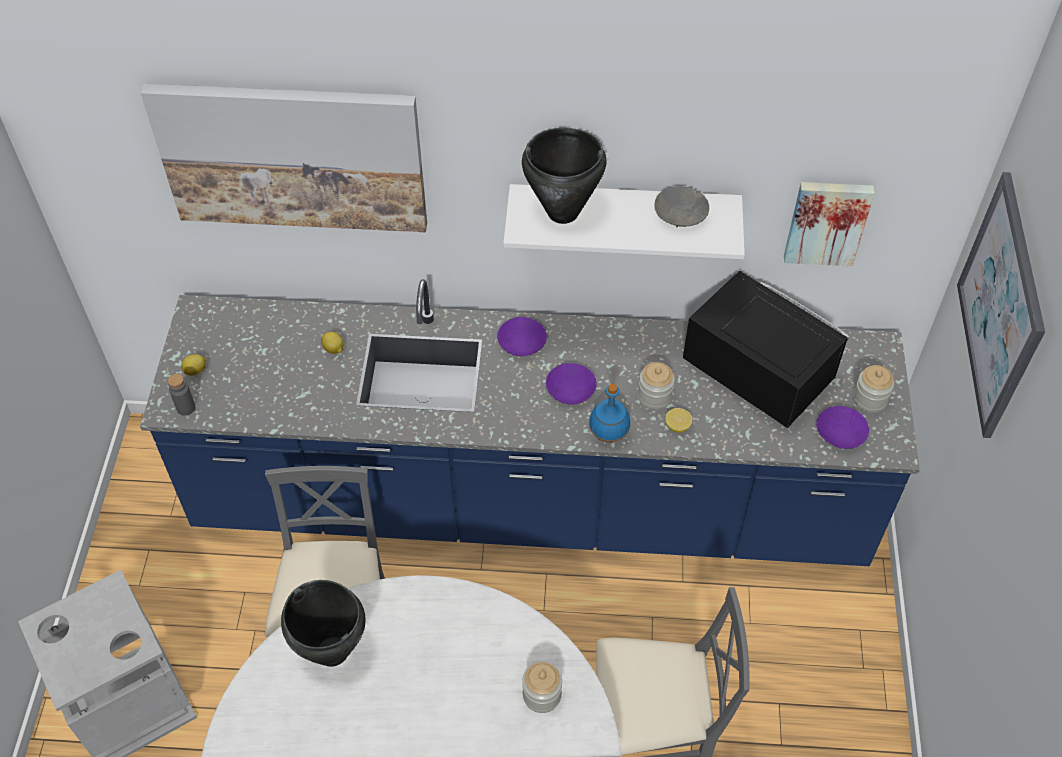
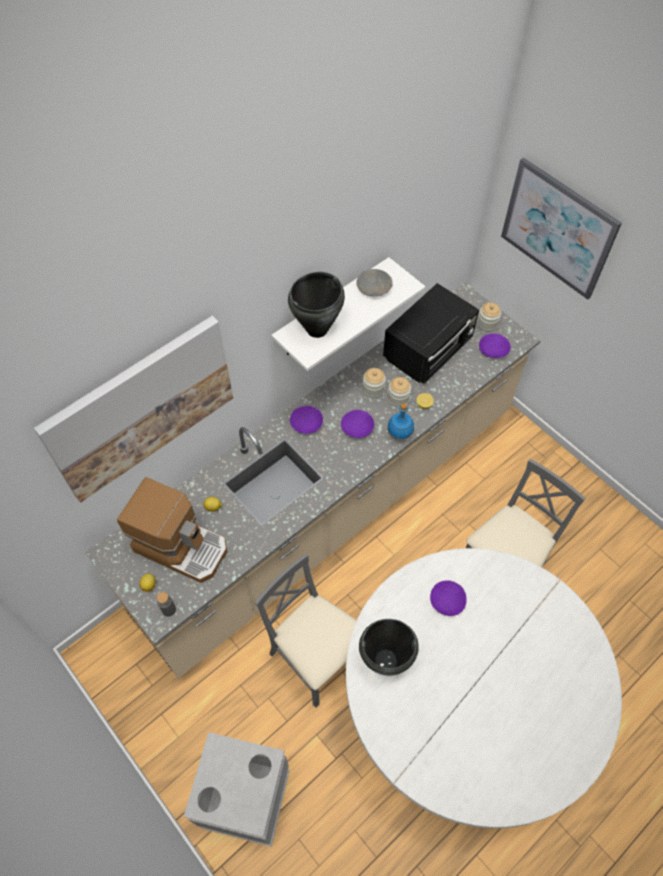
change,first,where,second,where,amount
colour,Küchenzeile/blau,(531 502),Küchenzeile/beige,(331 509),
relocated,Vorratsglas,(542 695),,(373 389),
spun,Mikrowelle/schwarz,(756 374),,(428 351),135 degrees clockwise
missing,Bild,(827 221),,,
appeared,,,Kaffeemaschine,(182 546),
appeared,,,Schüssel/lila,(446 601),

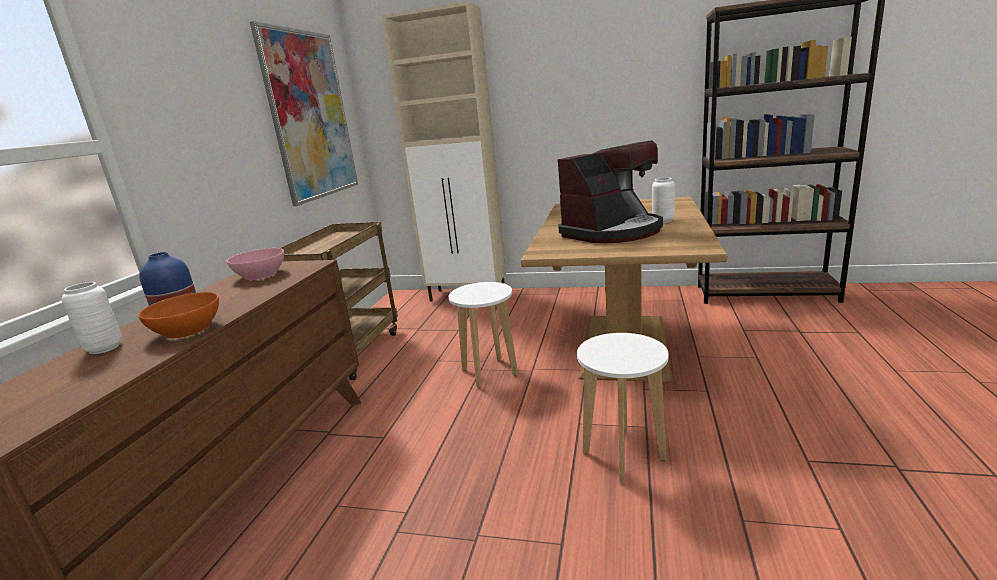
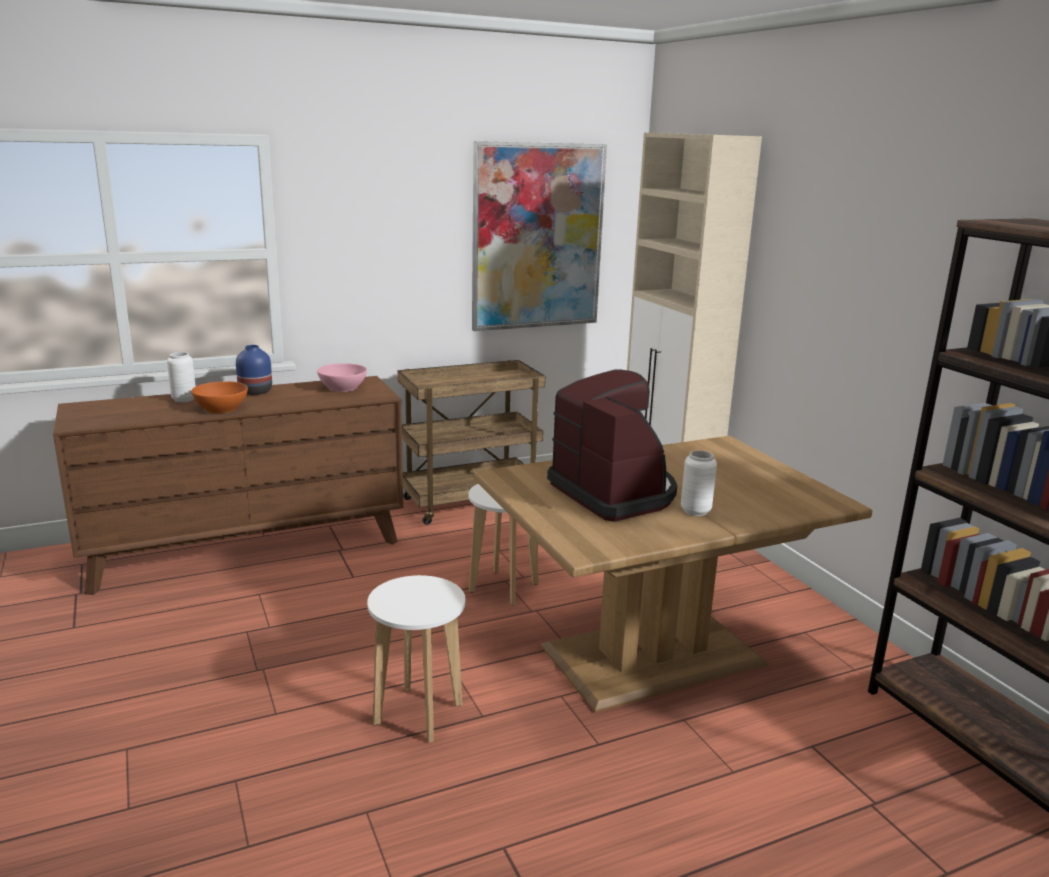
change,first,where,second,where,amount
spun,Kaffeemaschine,(613 232),,(614 492),135 degrees counterclockwise

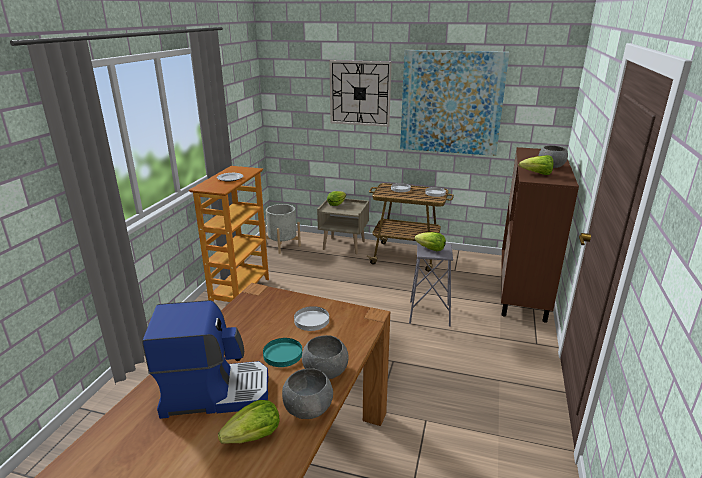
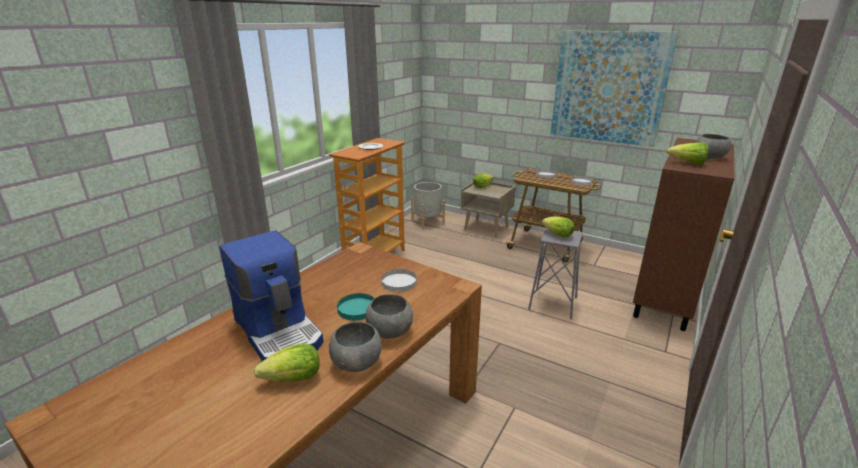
change,first,where,second,where,amount
spun,Kaffeemaschine,(215 391),,(280 331),45 degrees clockwise
missing,Wanduhr,(360 93),,,

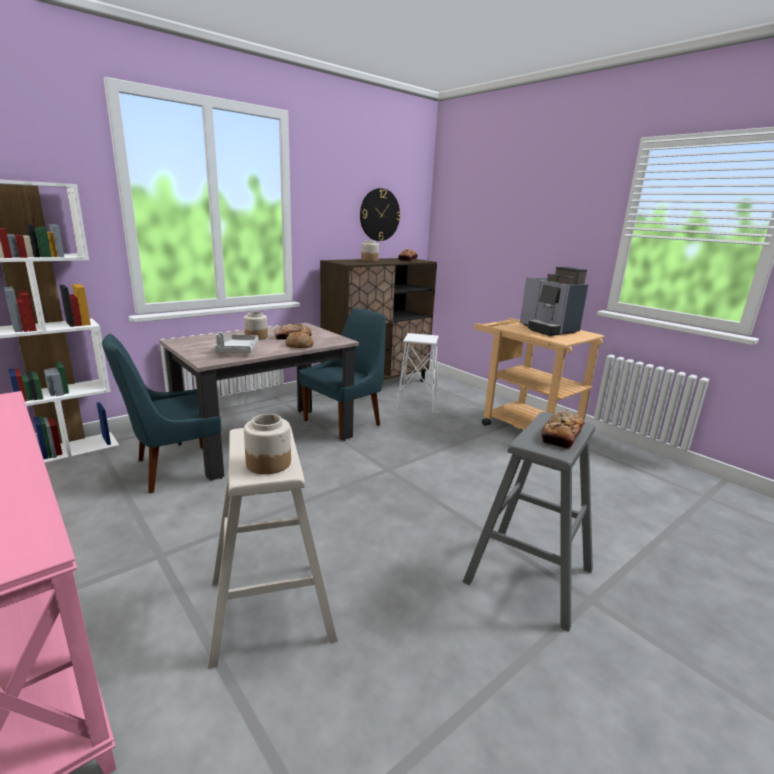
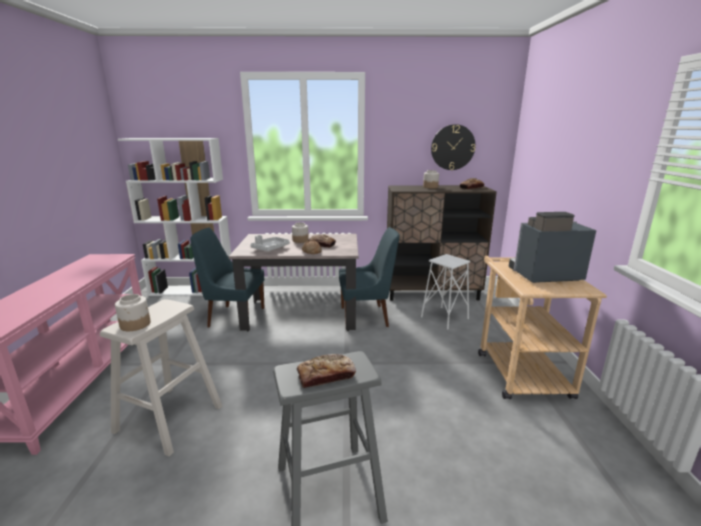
change,first,where,second,where,amount
spun,Kaffeemaschine,(548 329),,(543 275),75 degrees clockwise

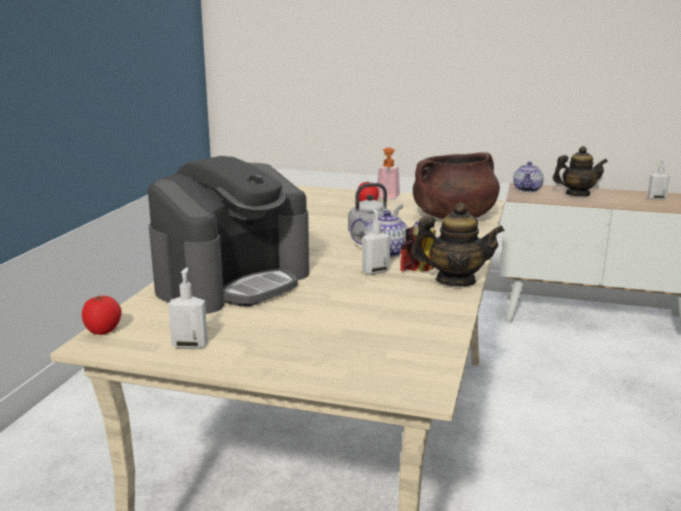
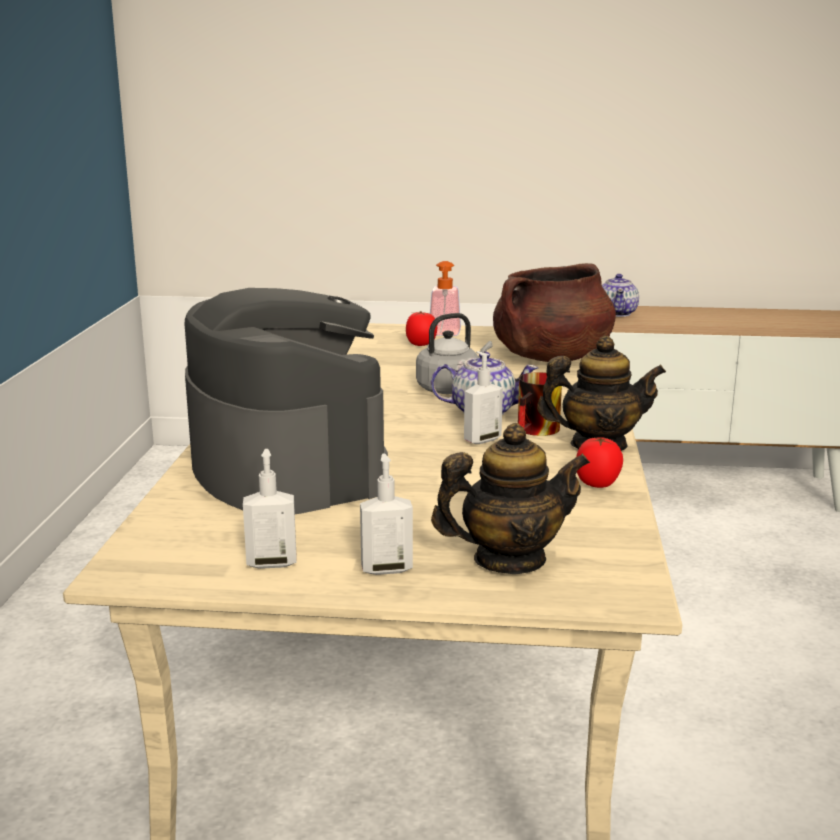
change,first,where,second,where,amount
relocated,Tomate,(103 331),,(598 484),
spun,Kaffeemaschine,(233 282),,(286 467),60 degrees counterclockwise
relocated,Teekanne,(577 194),,(509 560),
relocated,Seifenspender,(656 198),,(386 568),

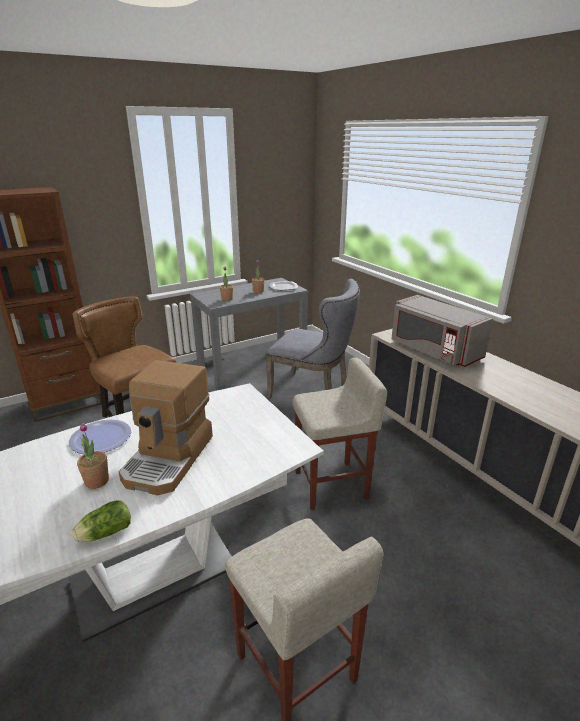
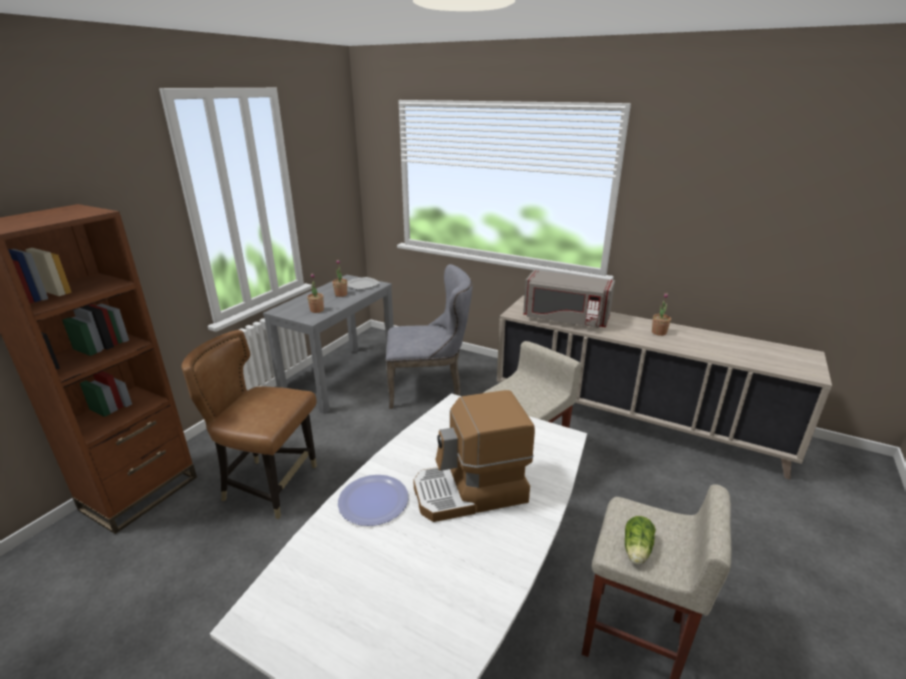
change,first,where,second,where,amount
relocated,Salatkopf,(104 533),,(636 551),
relocated,Topfpflanze,(97 481),,(659 332),
spun,Kaffeemaschine,(169 458),,(471 492),90 degrees clockwise

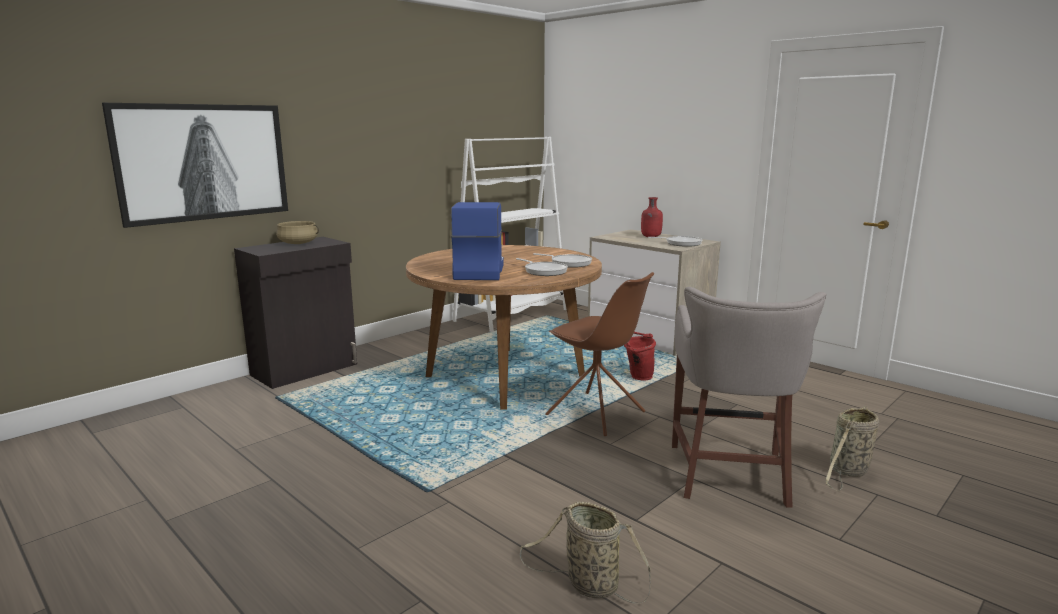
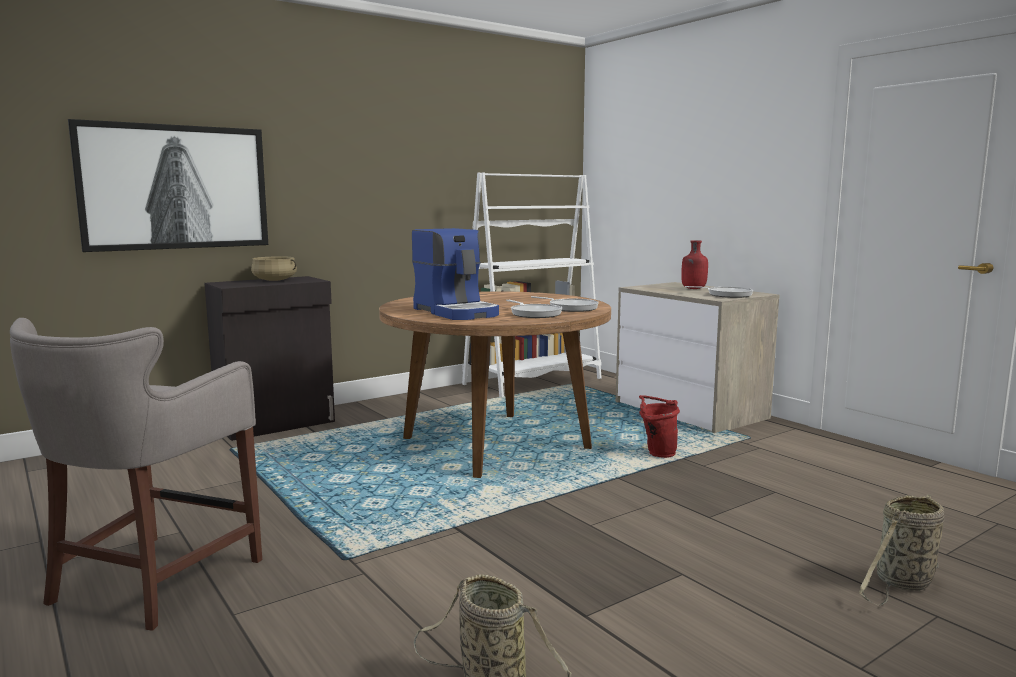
change,first,where,second,where,amount
spun,Kaffeemaschine,(478 271),,(457 312),135 degrees clockwise
missing,Stuhl/braun,(597 414),,,
relocated,Hocker/grau,(730 476),,(151 582),

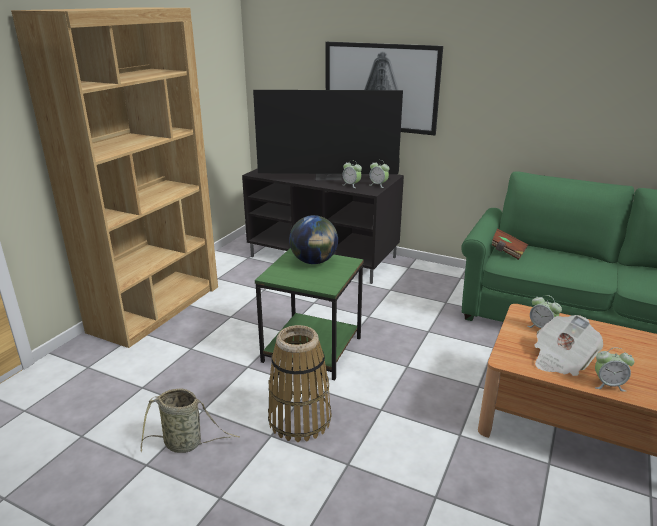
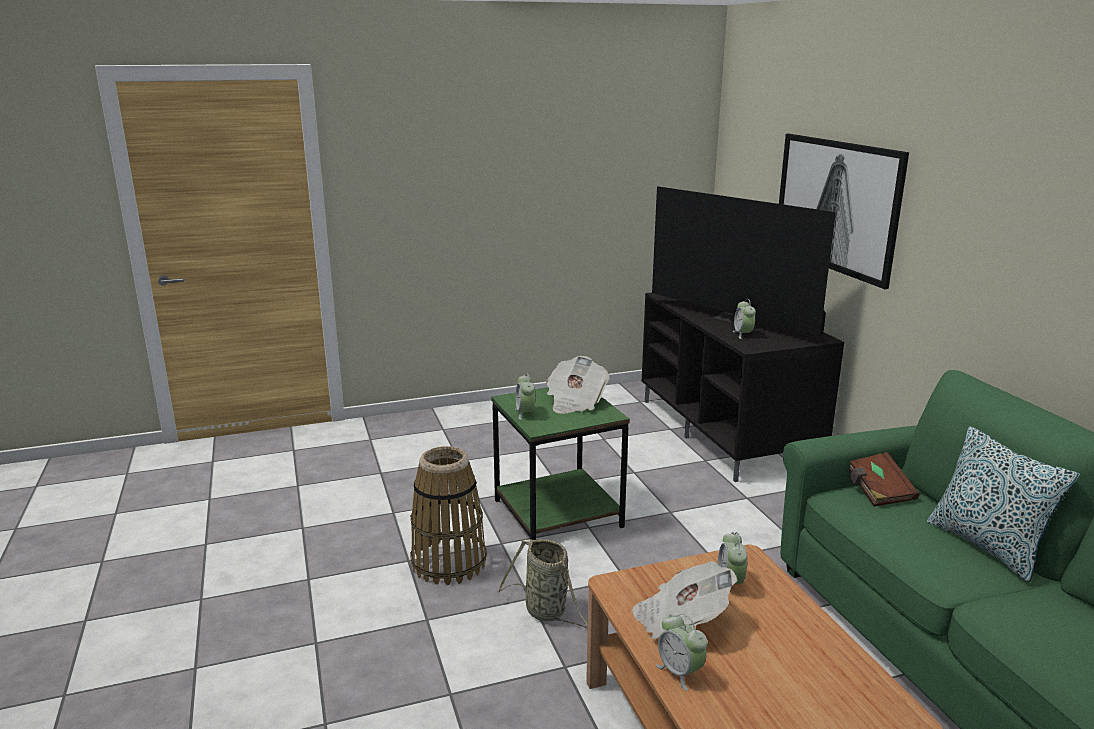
change,first,where,second,where,amount
missing,Bücherregal/braun,(156 308),,,
relocated,Korb,(186 444),,(548 612),
exchanged,Globus,(314 261),Zeitung,(575 402),
relocated,Wecker,(378 185),,(525 413),
appeared,,,Kissen,(986 546),

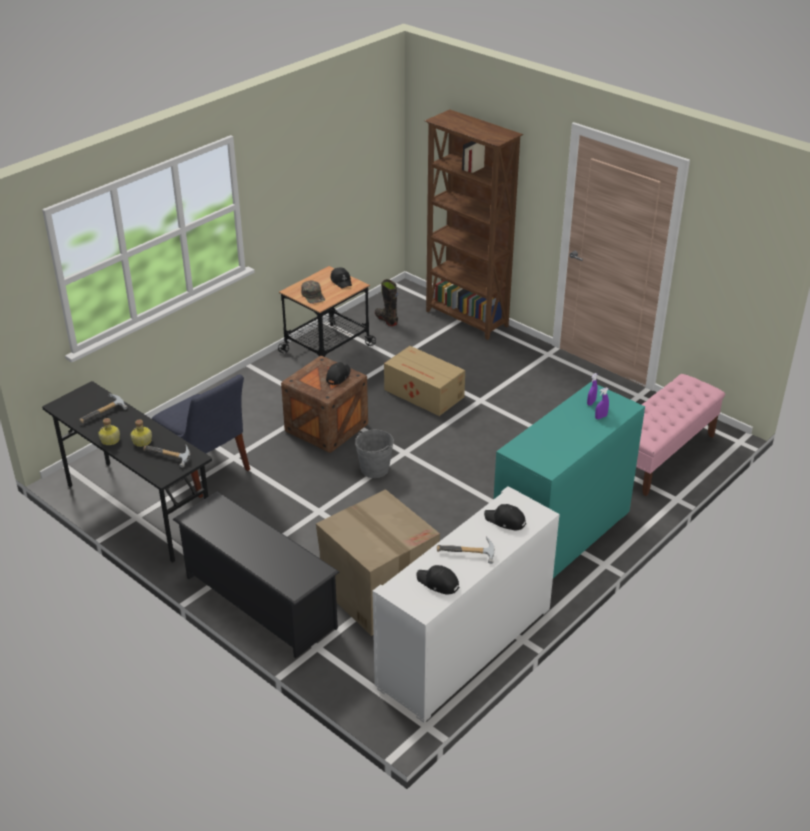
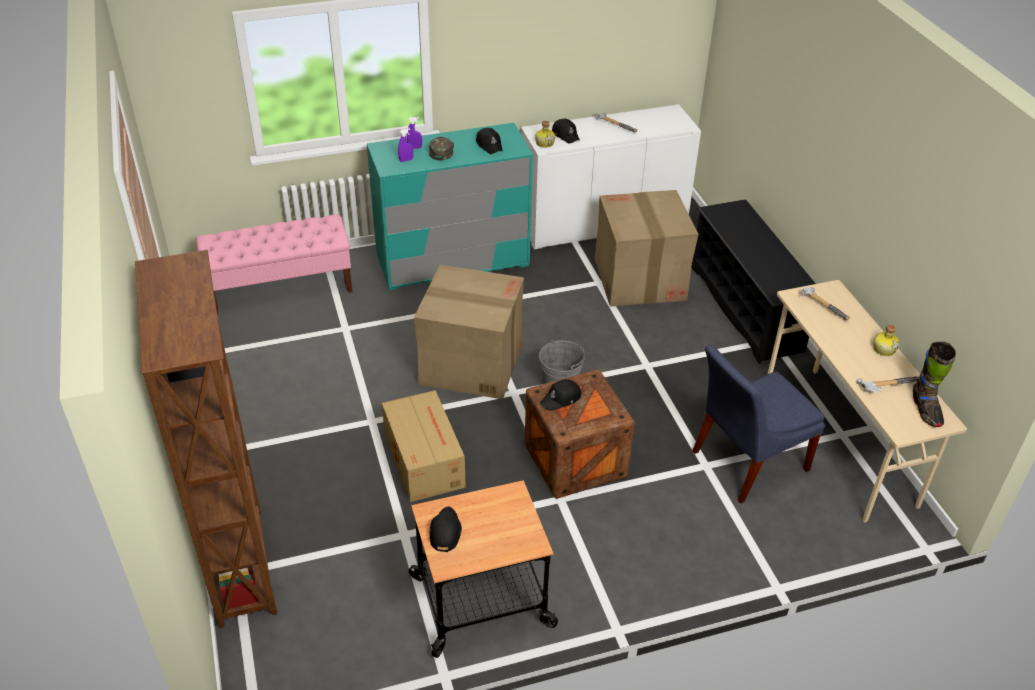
change,first,where,second,where,amount
colour,Schreibtisch/schwarz,(138 510),Schreibtisch/beige,(839 442),
relocated,Flasche,(142 442),,(545 143),
spun,Stuhl/blau,(206 470),,(745 462),105 degrees counterclockwise
relocated,Kappe/grün,(313 296),,(441 150),
relocated,Stiefel/schwarz,(386 320),,(925 410),
relocated,Kappe/schwarz,(438 583),,(489 145),
appeared,,,Karton,(470 363),

